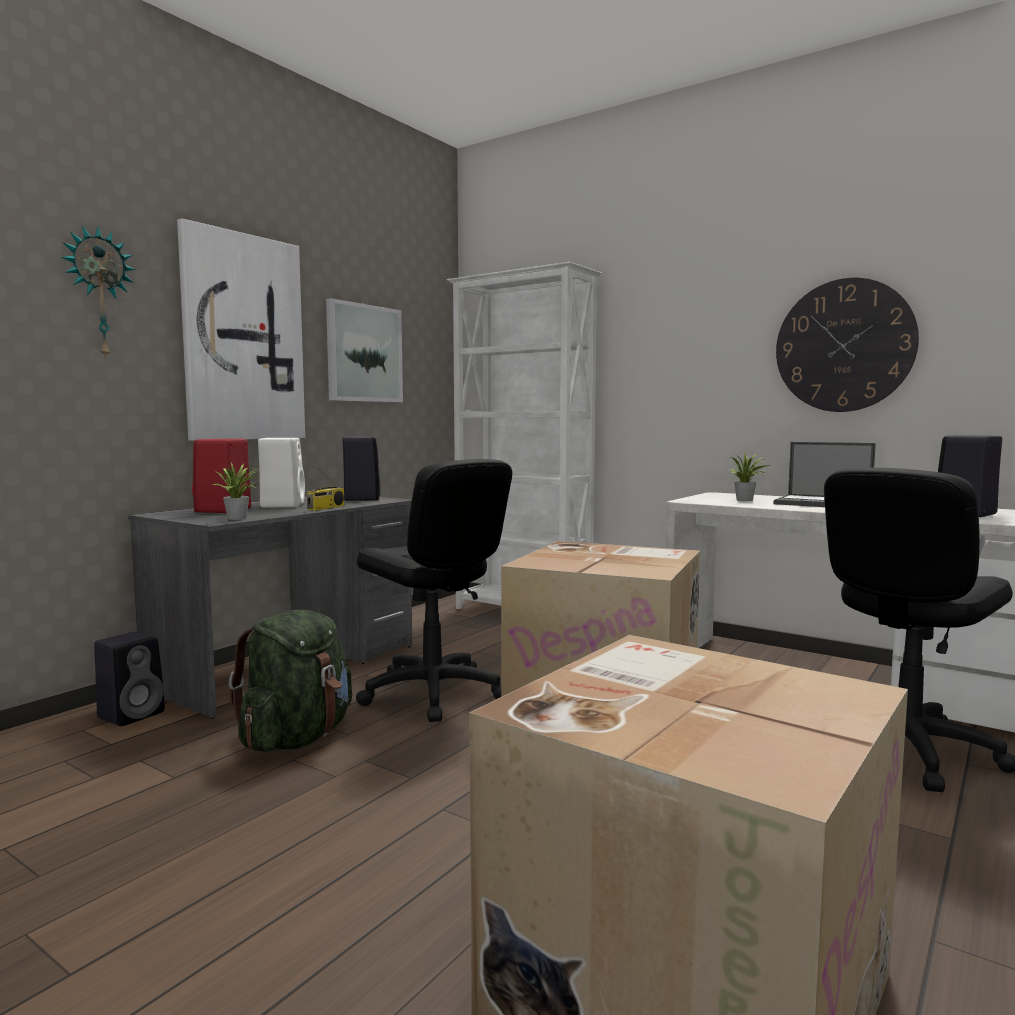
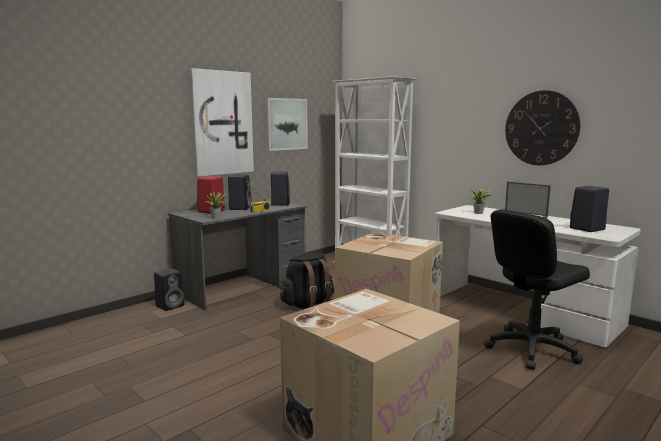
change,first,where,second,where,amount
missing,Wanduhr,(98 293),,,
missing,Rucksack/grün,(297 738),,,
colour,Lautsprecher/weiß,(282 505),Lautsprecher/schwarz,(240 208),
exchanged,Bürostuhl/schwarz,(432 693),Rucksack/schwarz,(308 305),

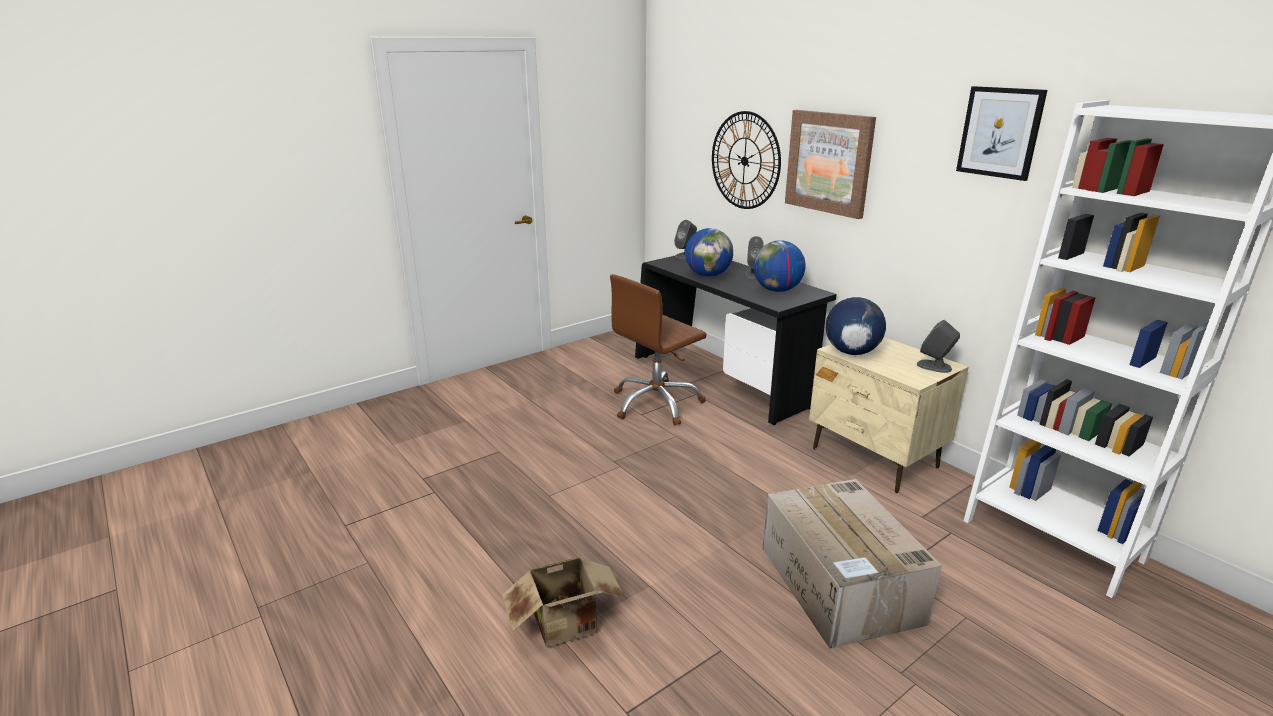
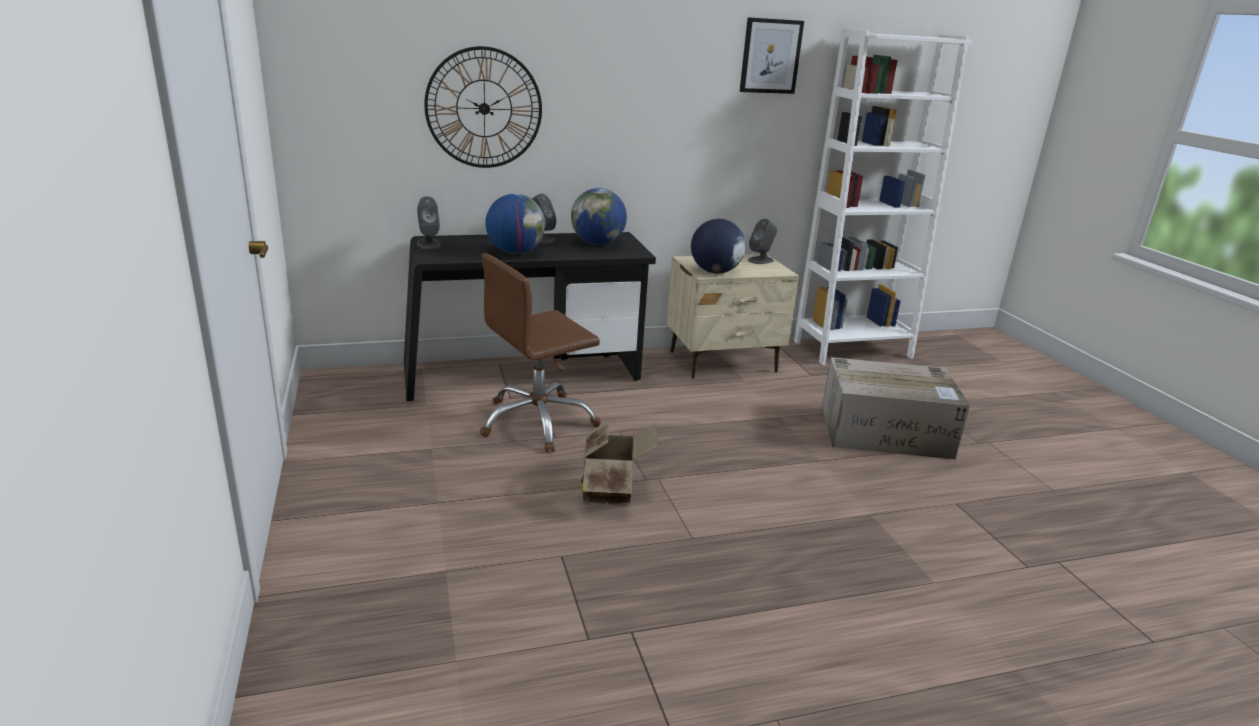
change,first,where,second,where,amount
relocated,Karton,(568 627),,(612 490),
spun,Bürostuhl/braun,(656 403),,(538 422),75 degrees clockwise
missing,Bild,(829 162),,,

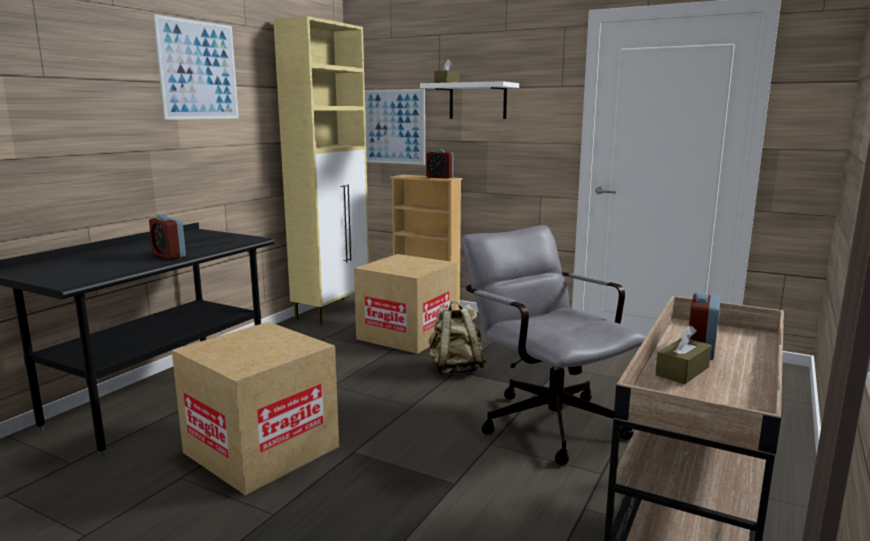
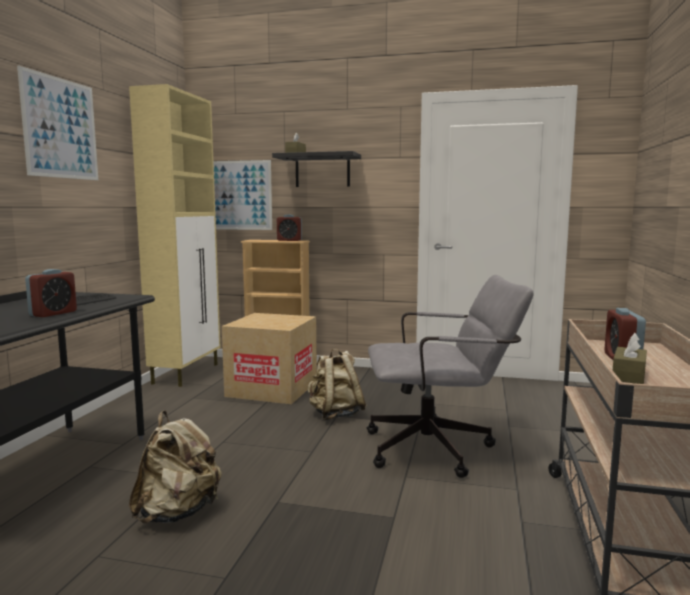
change,first,where,second,where,amount
spun,Wecker,(169 256),,(53 313),90 degrees counterclockwise
exchanged,Karton,(261 449),Rucksack/beige,(178 513),
colour,Wandregal/weiß,(477 101),Wandregal/schwarz,(322 171),
spun,Bürostuhl/grau,(544 419),,(440 448),135 degrees clockwise

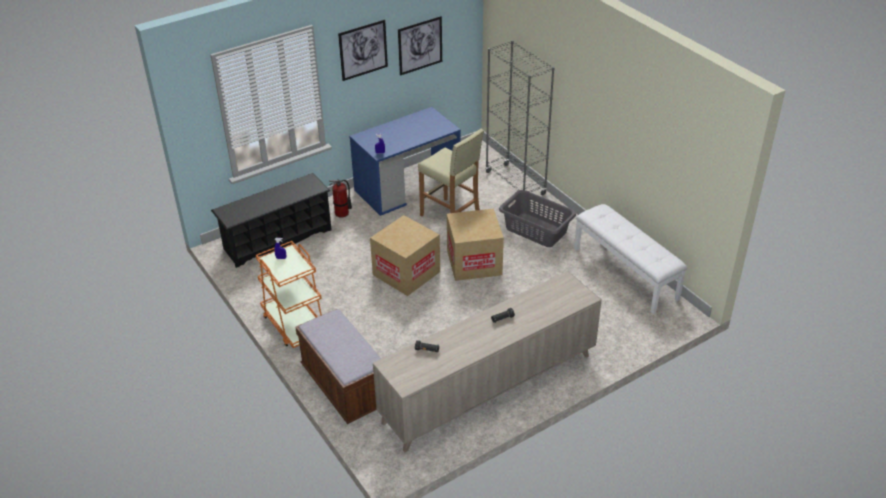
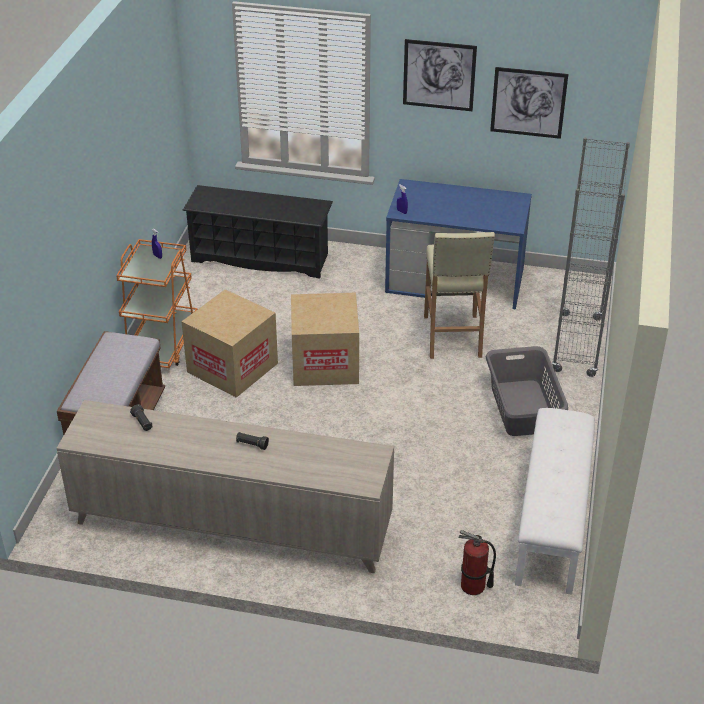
change,first,where,second,where,amount
relocated,Feuerlöscher,(342 213),,(473 586),
relocated,Karton,(474 262),,(232 367),

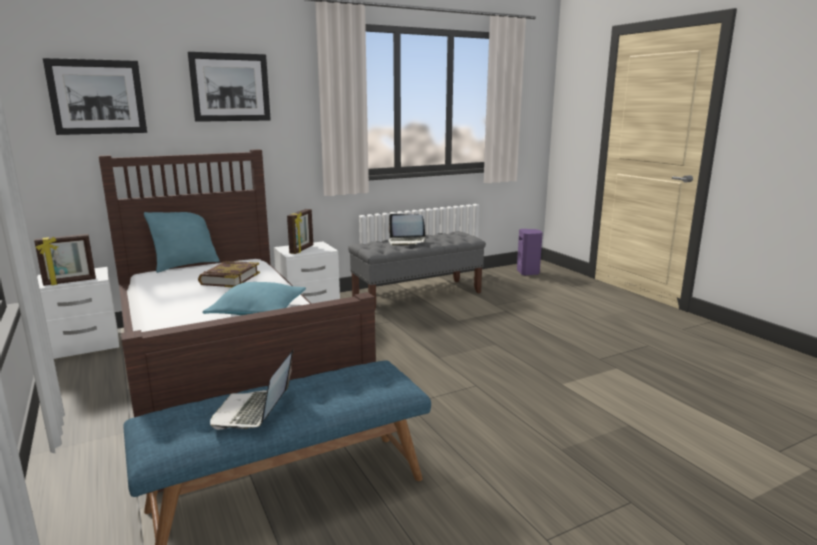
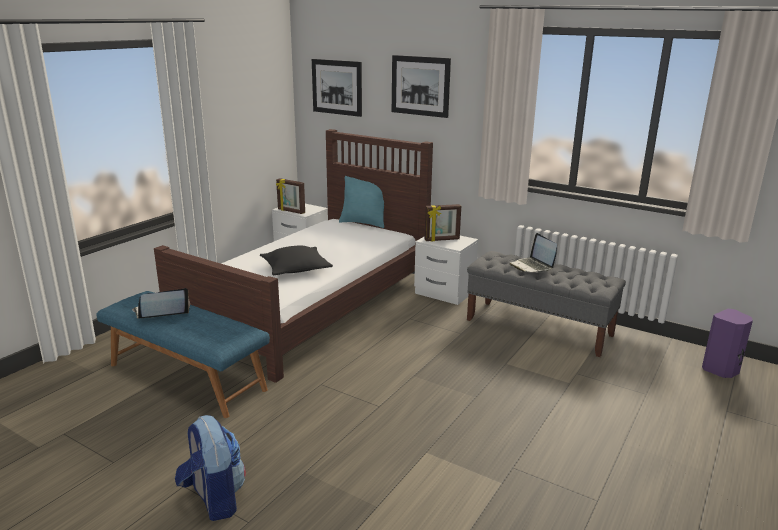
change,first,where,second,where,amount
missing,Buch,(230 278),,,
colour,Kissen/türkis,(258 311),Kissen/schwarz,(296 269),
appeared,,,Rucksack,(214 499),

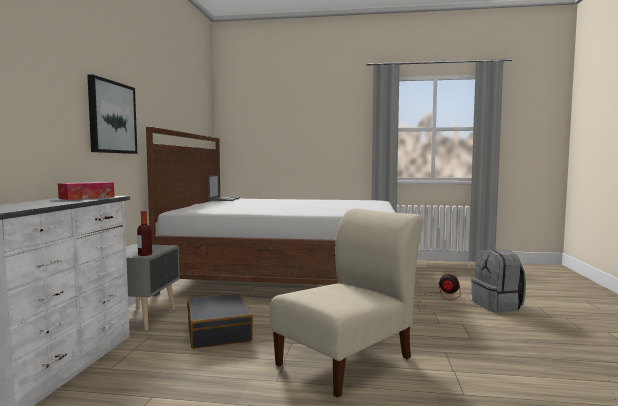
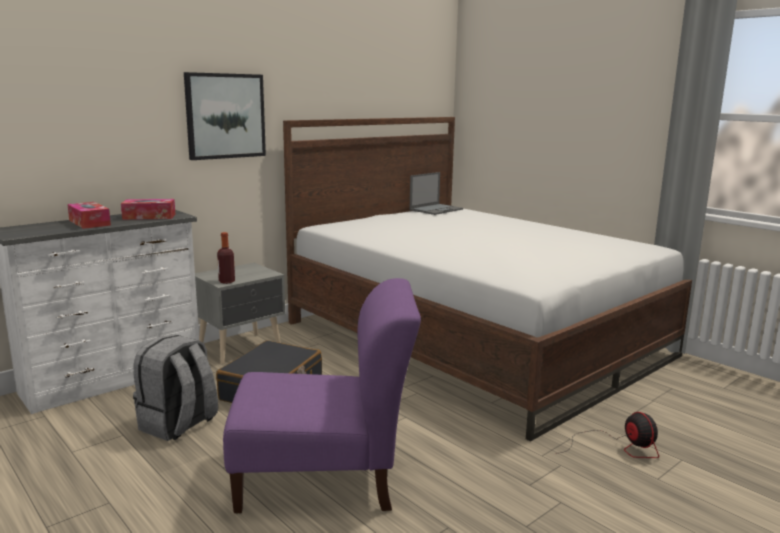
change,first,where,second,where,amount
colour,Stuhl/beige,(348 359),Stuhl/lila,(324 478),
relocated,Rucksack/grau,(497 305),,(178 425),
appeared,,,Taschentuchbox,(89 223),

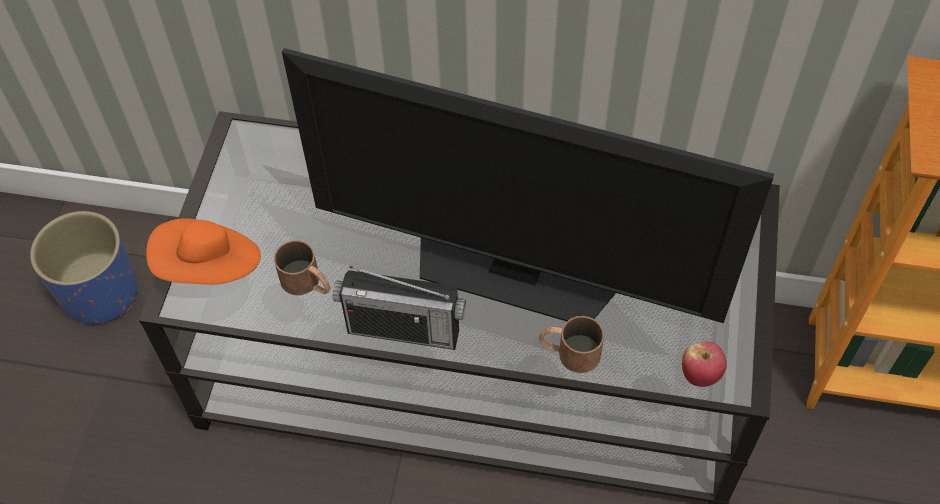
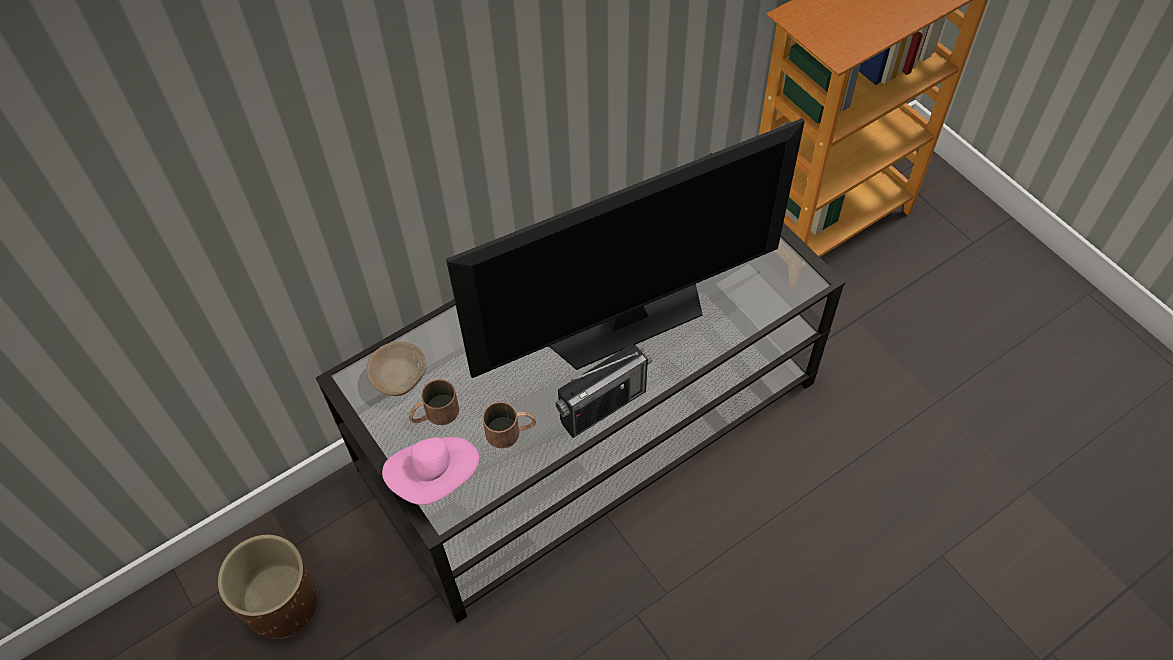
change,first,where,second,where,amount
colour,Pflanzkübel/blau,(101 293),Pflanzkübel/braun,(282 602),
colour,Hut/orange,(210 267),Hut/rosa,(435 477),
relocated,Henkelbecher/braun,(569 352),,(434 414),
missing,Apfel,(700 374),,,
appeared,,,Schüssel/beige,(399 375),

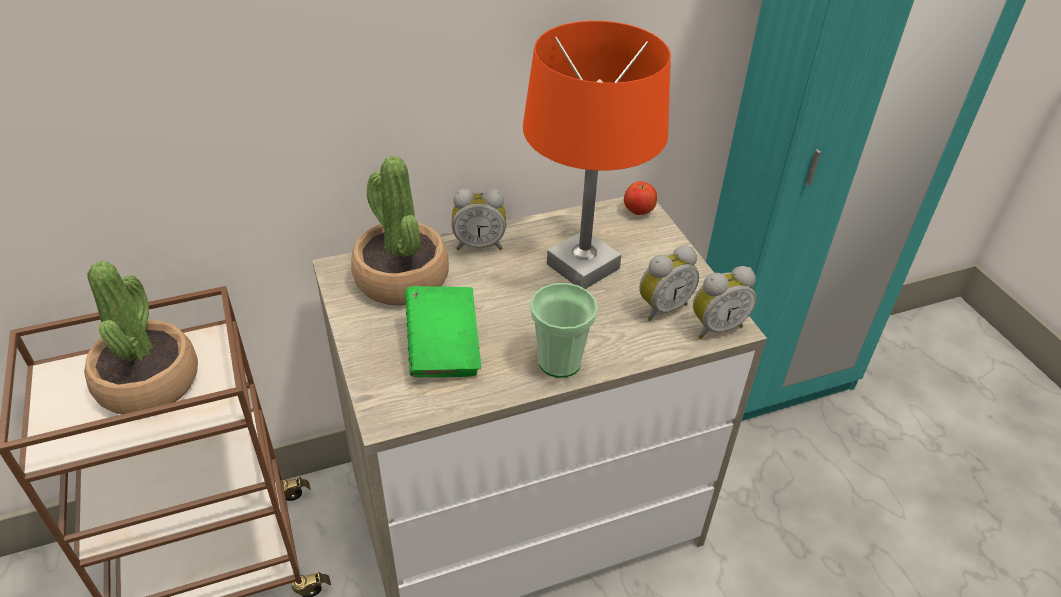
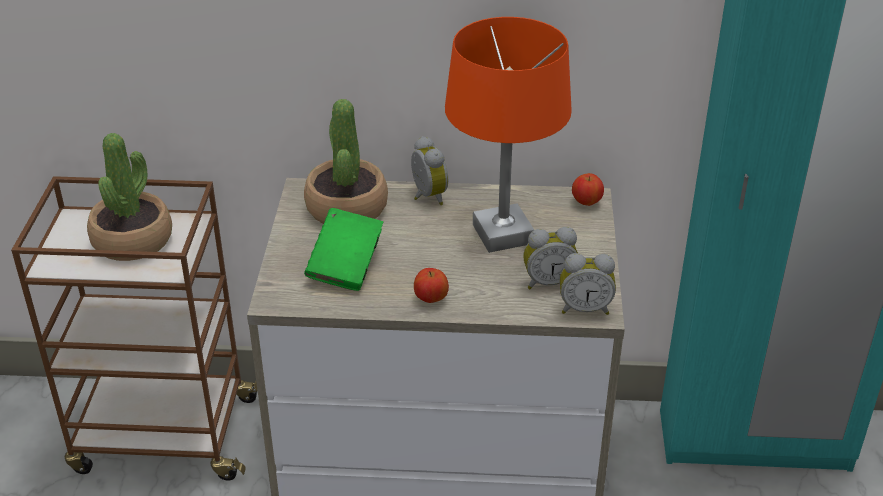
change,first,where,second,where,amount
spun,Wecker,(479 244),,(426 196),135 degrees counterclockwise
exchanged,Tasse,(559 362),Apfel,(431 299),

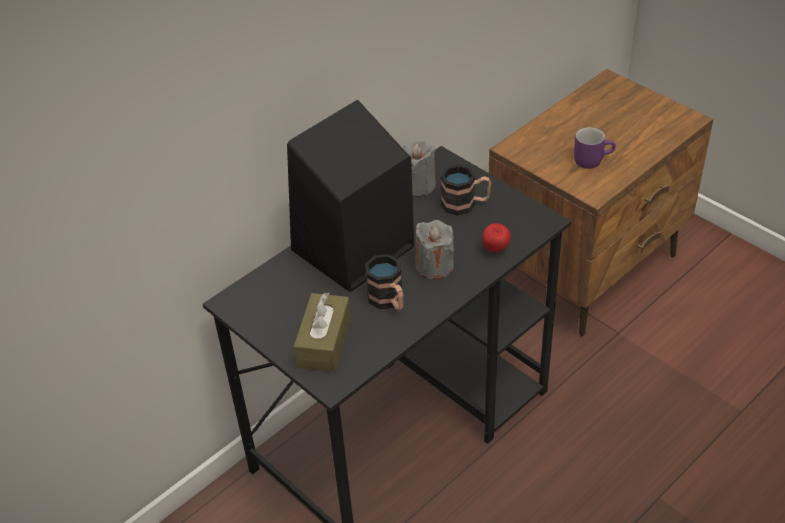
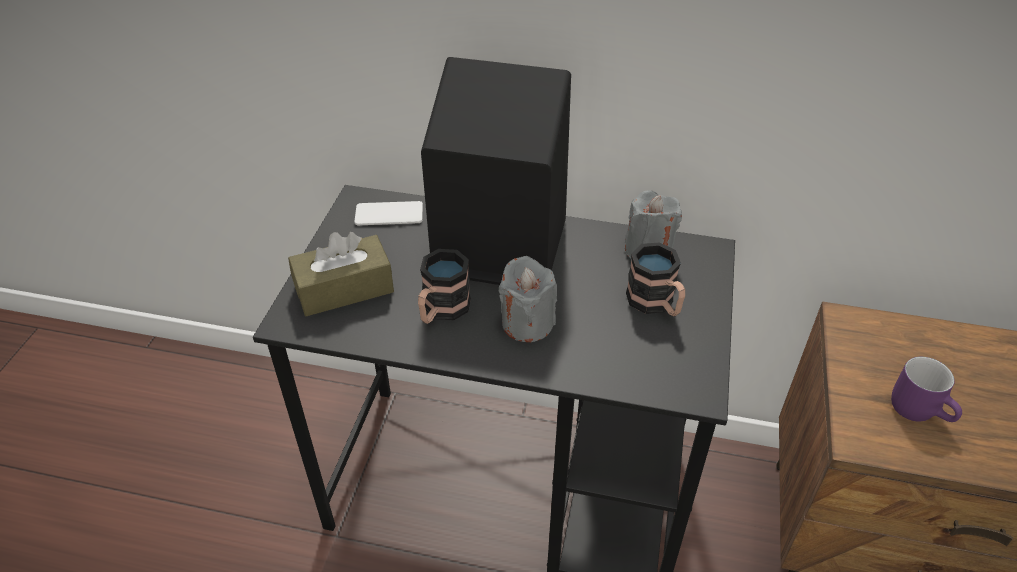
change,first,where,second,where,amount
missing,Apfel,(495 249),,,
appeared,,,Handy,(389 214),

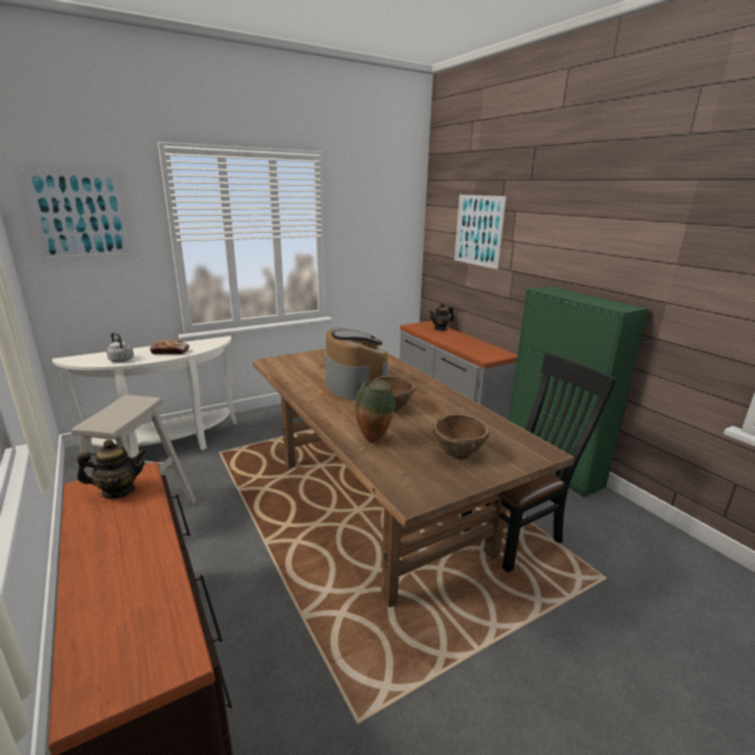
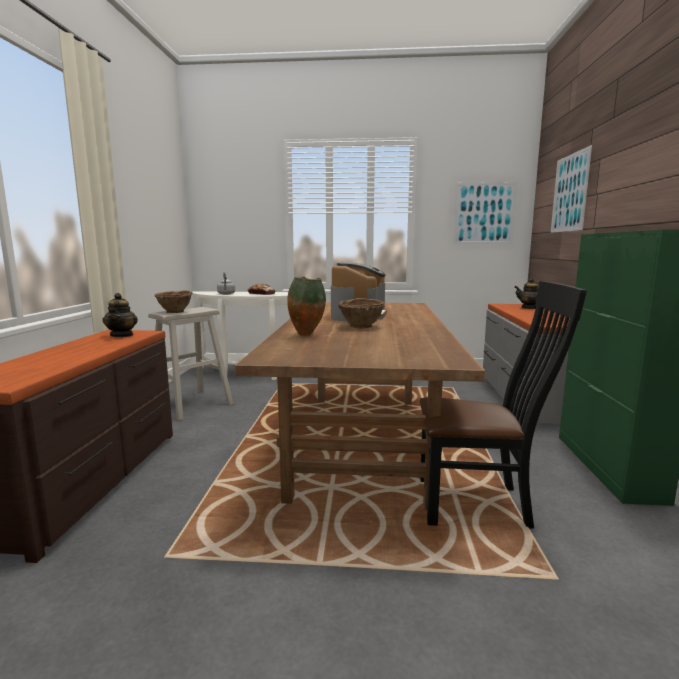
change,first,where,second,where,amount
relocated,Bild,(80 215),,(484 213),
spun,Teekanne,(118 491),,(122 335),60 degrees clockwise
relocated,Schüssel/braun,(458 453),,(175 312),

